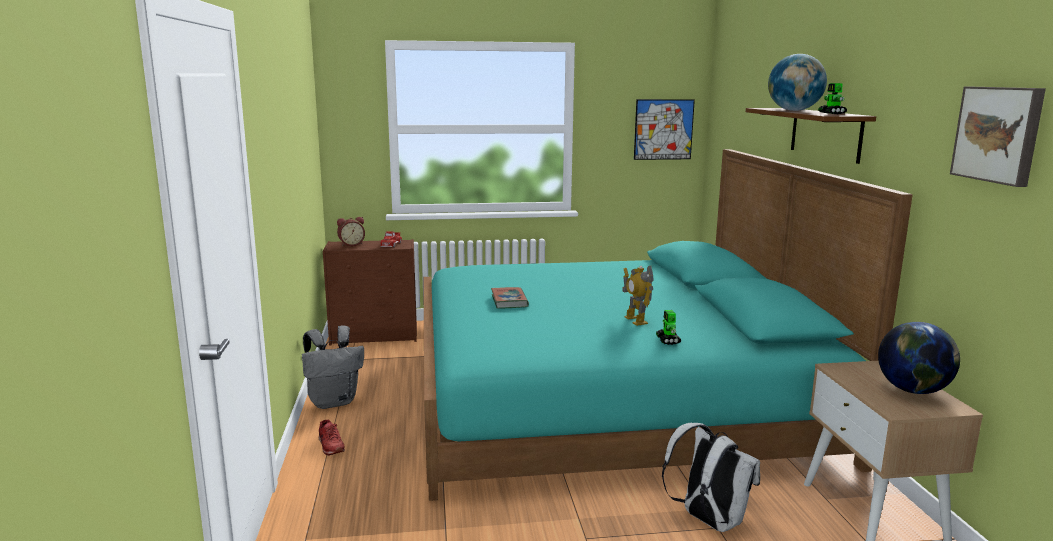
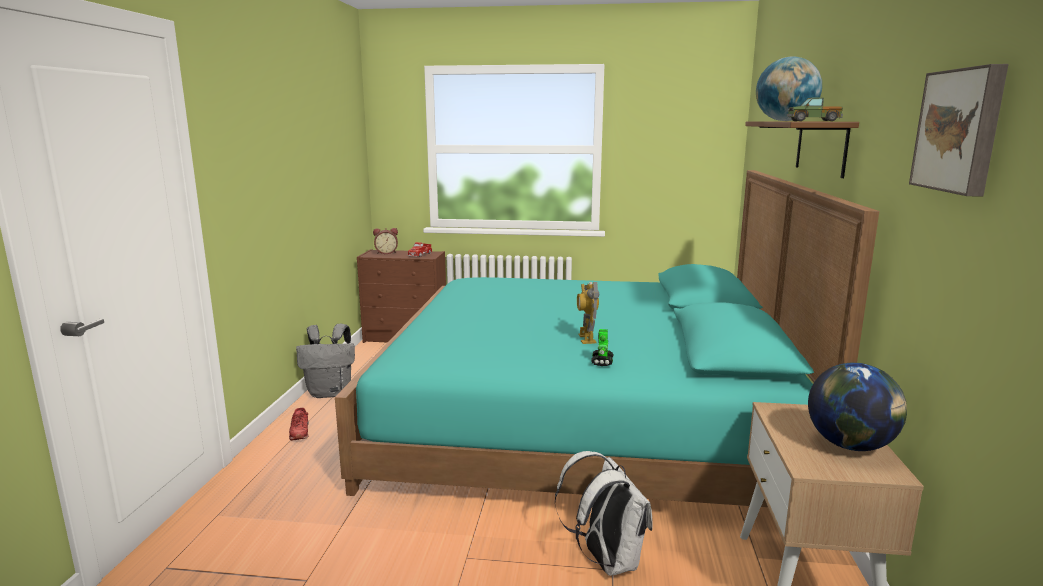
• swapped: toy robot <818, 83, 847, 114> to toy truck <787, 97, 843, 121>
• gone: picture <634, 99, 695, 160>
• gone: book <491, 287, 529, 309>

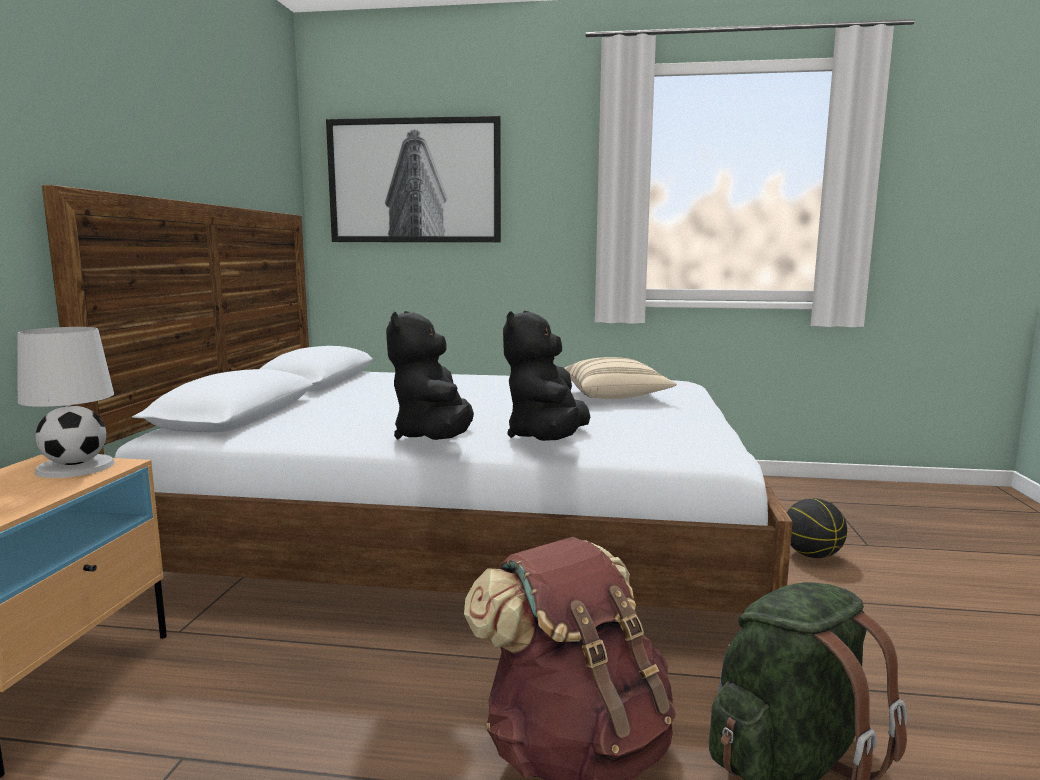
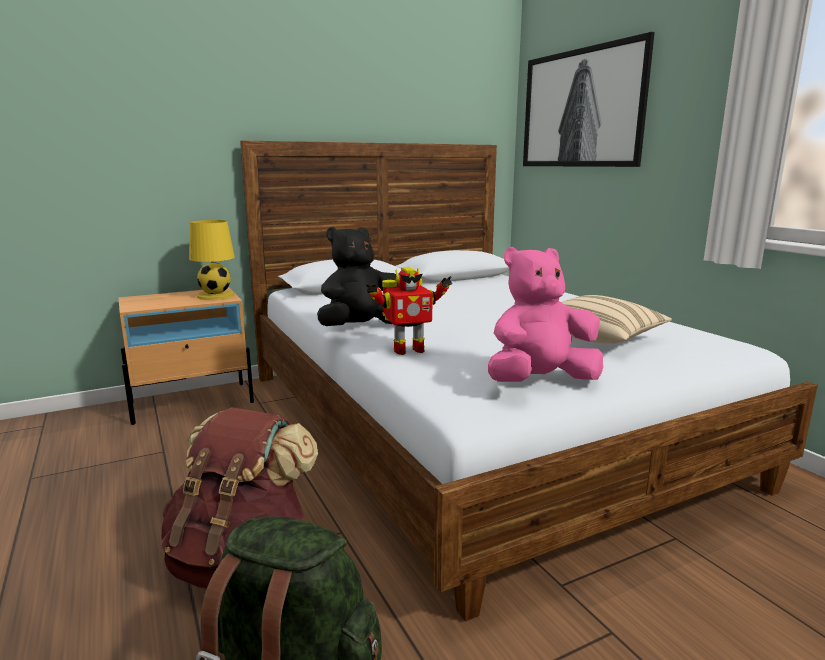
• swapped: plush toy/black <503, 311, 590, 441> to toy robot <366, 267, 452, 355>
• repainted: table lamp/white <17, 327, 115, 478> to table lamp/yellow <189, 220, 235, 300>
• gone: basketball <787, 498, 847, 558>
• new: plush toy/pink <488, 247, 603, 382>

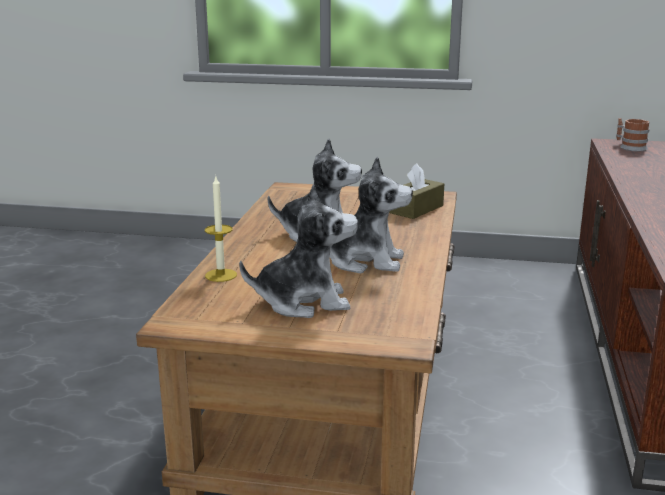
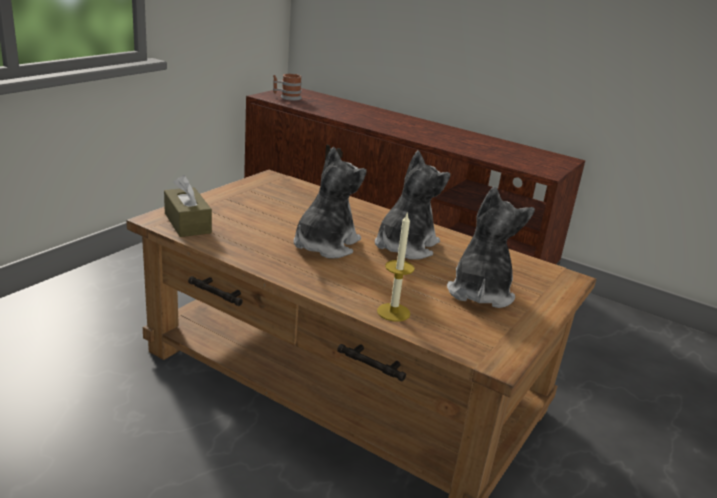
• shifted: tissue box/brown <389, 163, 444, 219> to <164, 175, 212, 237>

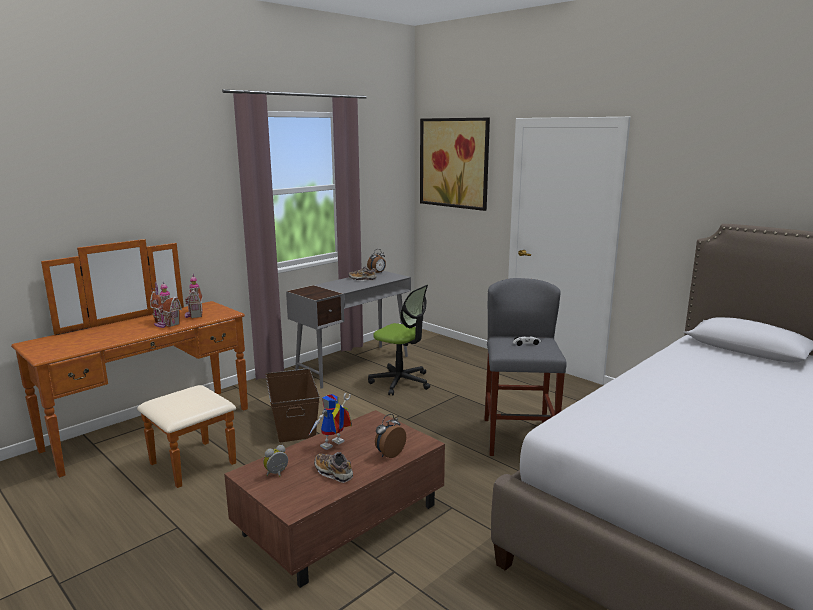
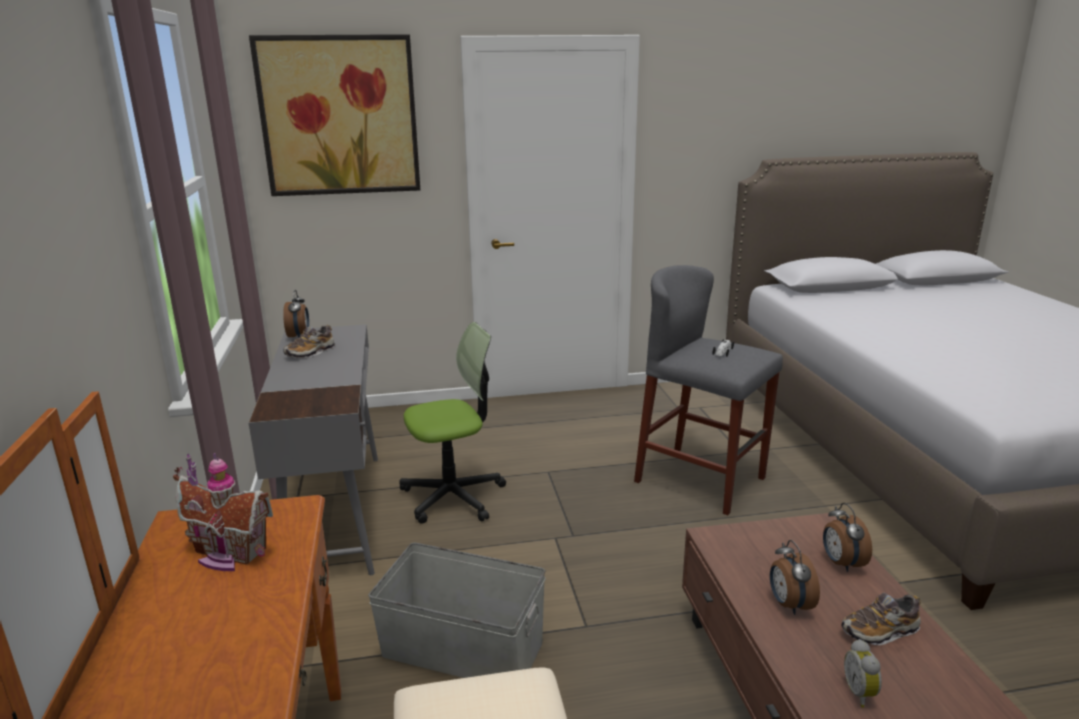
• gone: toy house <150, 282, 182, 328>
• repainted: storage box/brown <265, 368, 320, 442> to storage box/grey <368, 543, 546, 678>
• swapped: toy robot <309, 393, 352, 450> to alarm clock <770, 540, 820, 615>

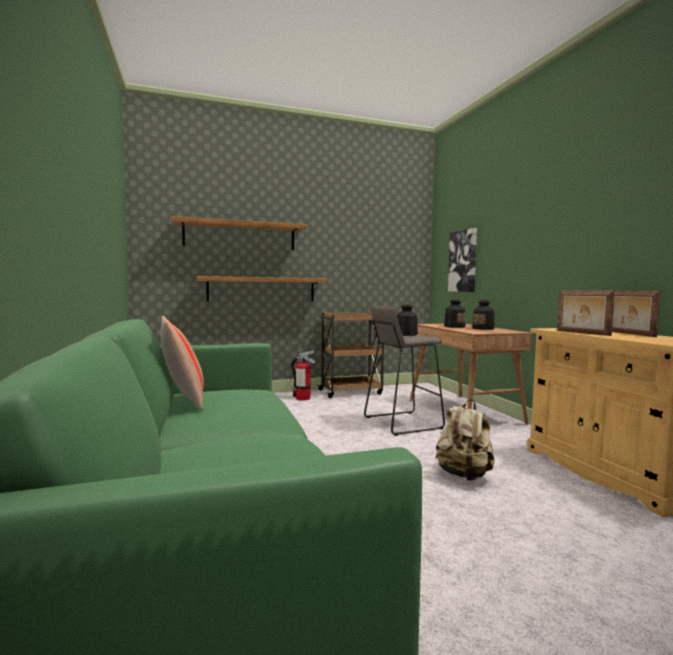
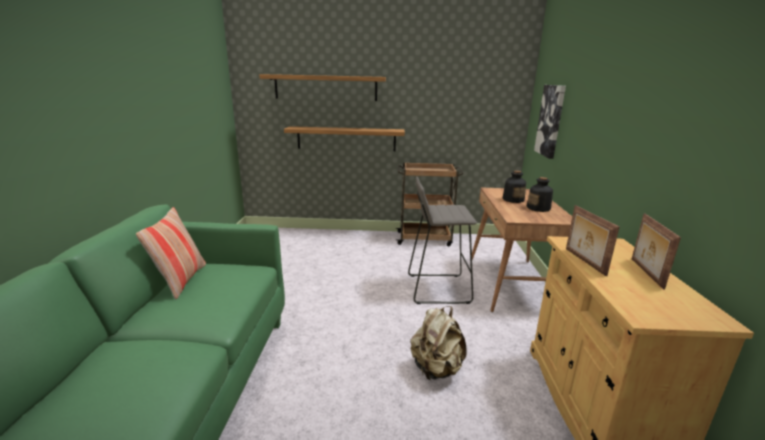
• gone: bottle <397, 304, 418, 336>
• gone: fire extinguisher <291, 350, 315, 401>

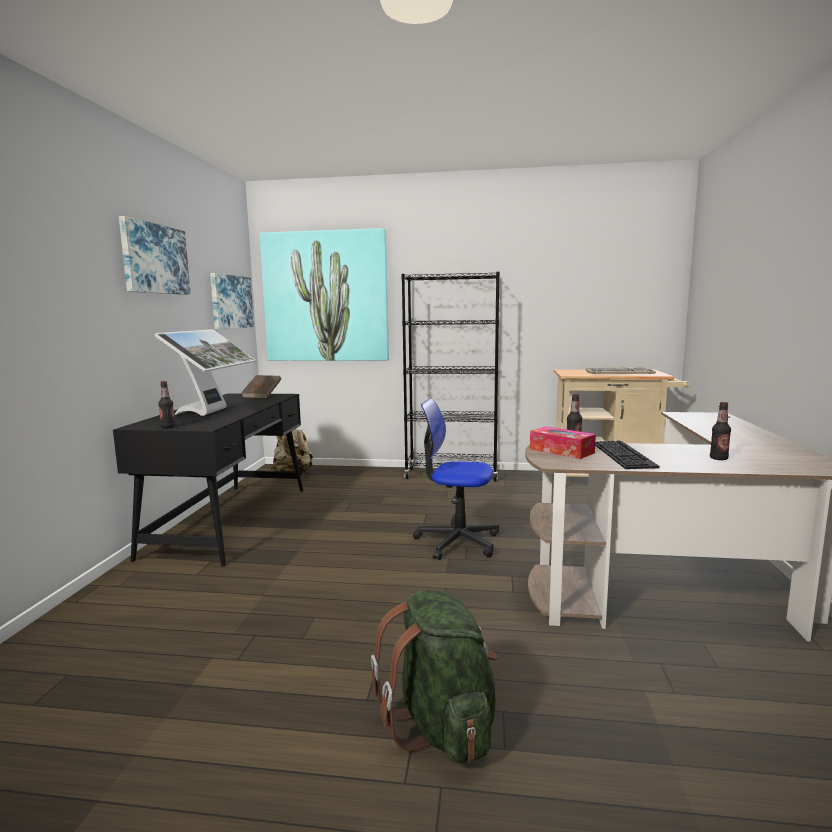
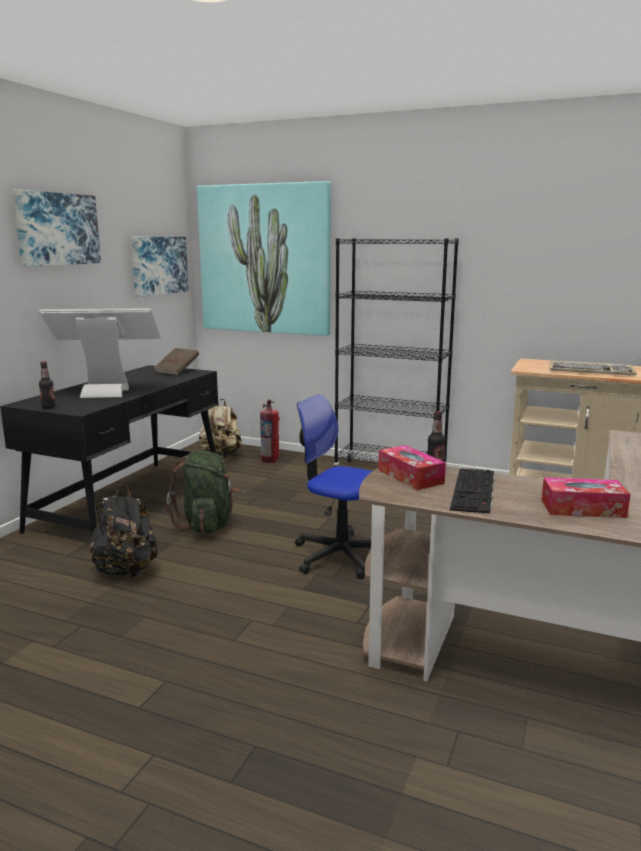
• rotated: monitor <155, 329, 256, 416> = <39, 308, 161, 398> 120 degrees counterclockwise
• swapped: bottle <710, 402, 731, 460> to tissue box <542, 477, 631, 518>
• shifted: backpack/green <371, 590, 497, 763> to <166, 450, 239, 534>
• new: fire extinguisher <260, 400, 280, 463>
• new: backpack/black <89, 485, 158, 578>

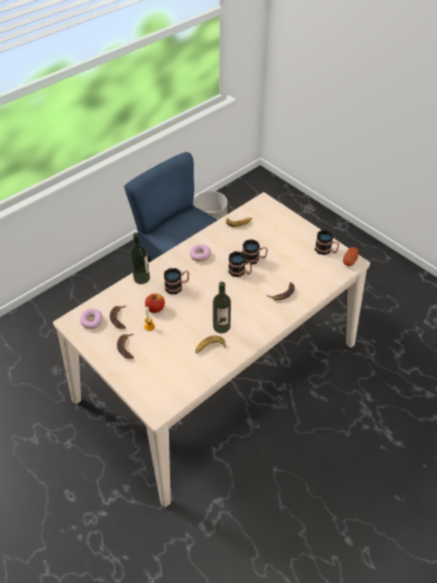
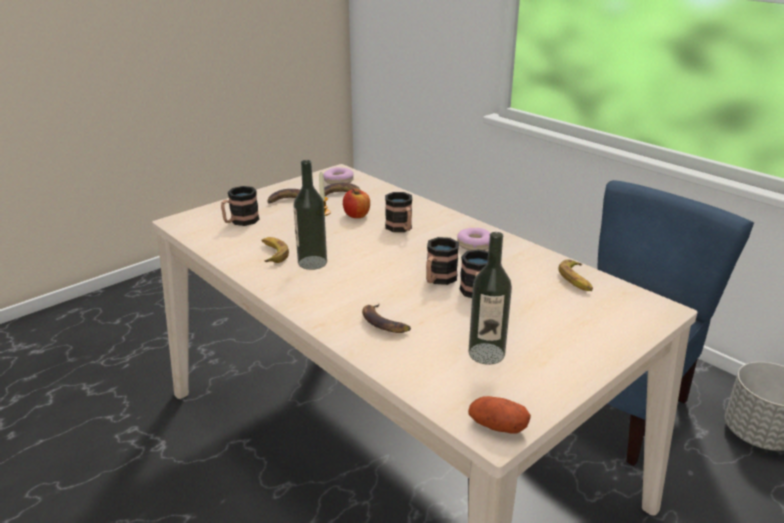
• shifted: mug <315, 230, 339, 255> to <221, 186, 259, 226>
• shifted: bottle <130, 233, 150, 284> to <469, 232, 512, 365>

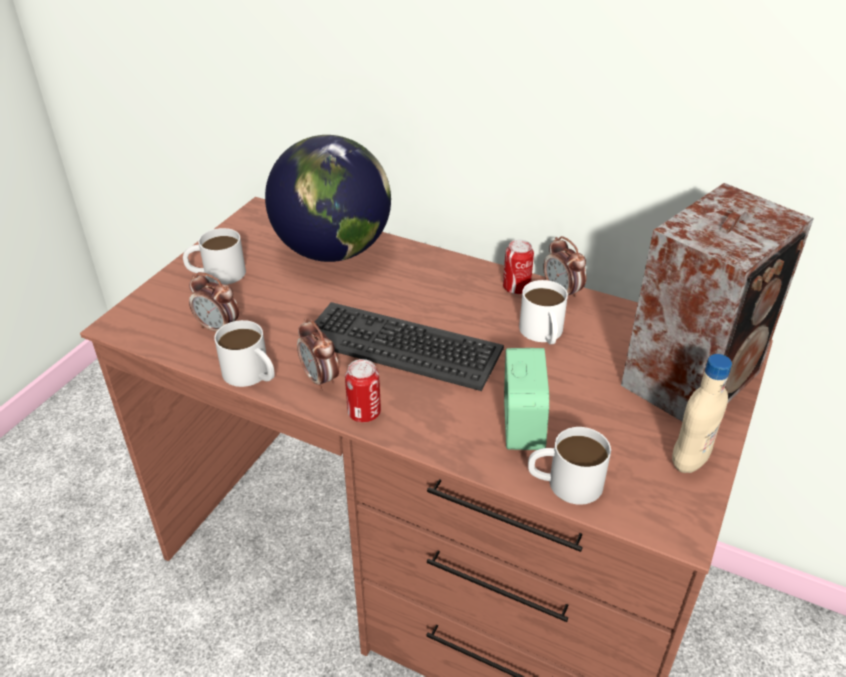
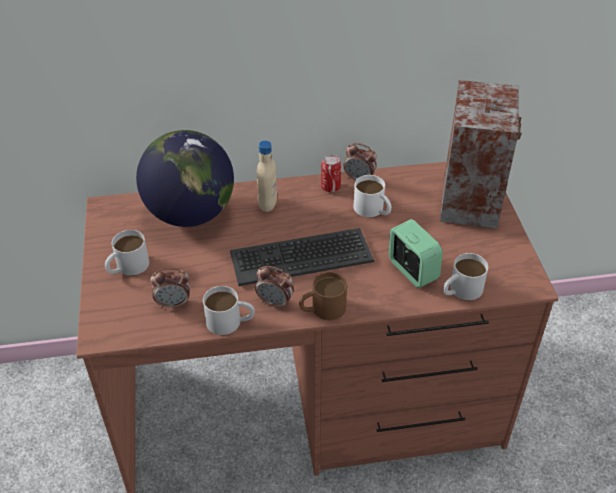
• shifted: bottle/beige <672, 354, 732, 473> to <257, 141, 277, 212>
• swapped: can <345, 359, 381, 422> to mug/brown <299, 272, 347, 320>

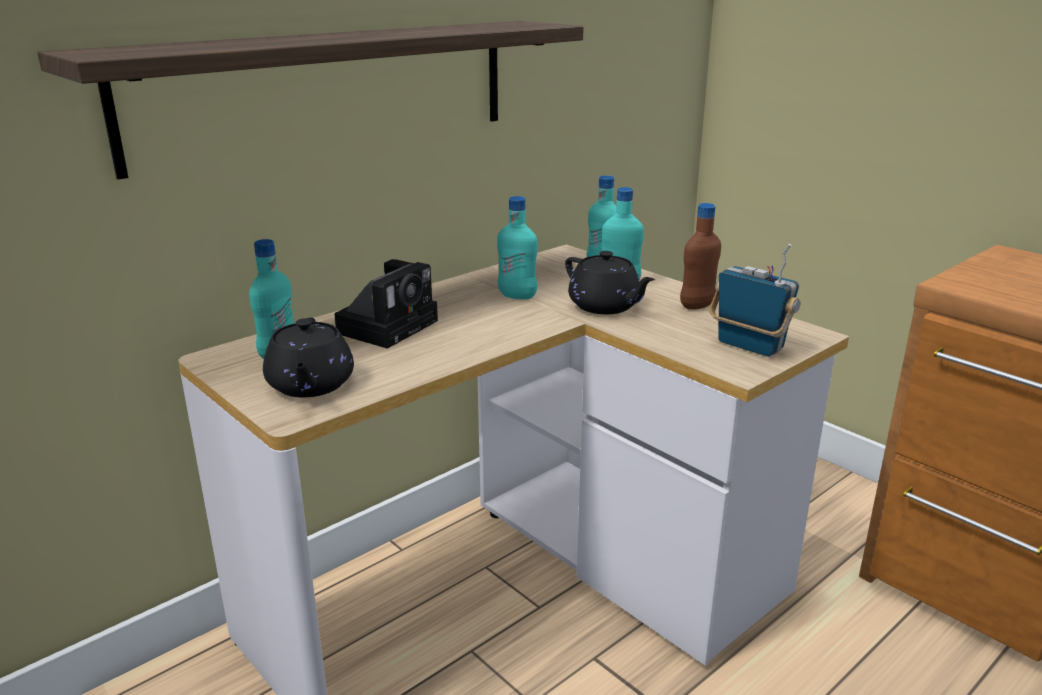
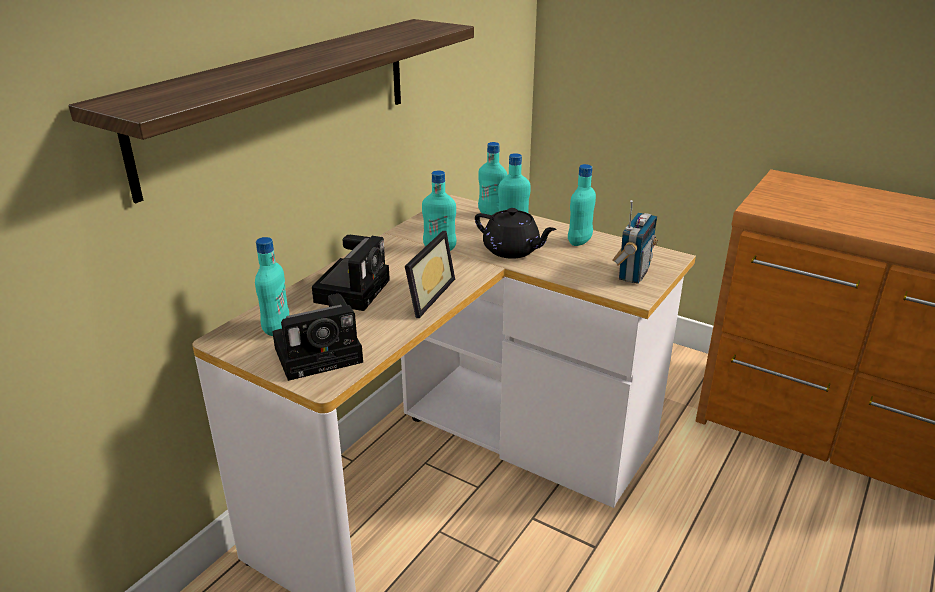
• repainted: bottle/brown <680, 203, 721, 310> to bottle/turquoise <568, 164, 596, 246>
• rotated: radio <709, 243, 800, 357> = <612, 200, 658, 284> 90 degrees clockwise
• swapped: teapot/black <263, 318, 354, 397> to photo camera <272, 294, 363, 381>
• new: picture frame <405, 231, 455, 318>

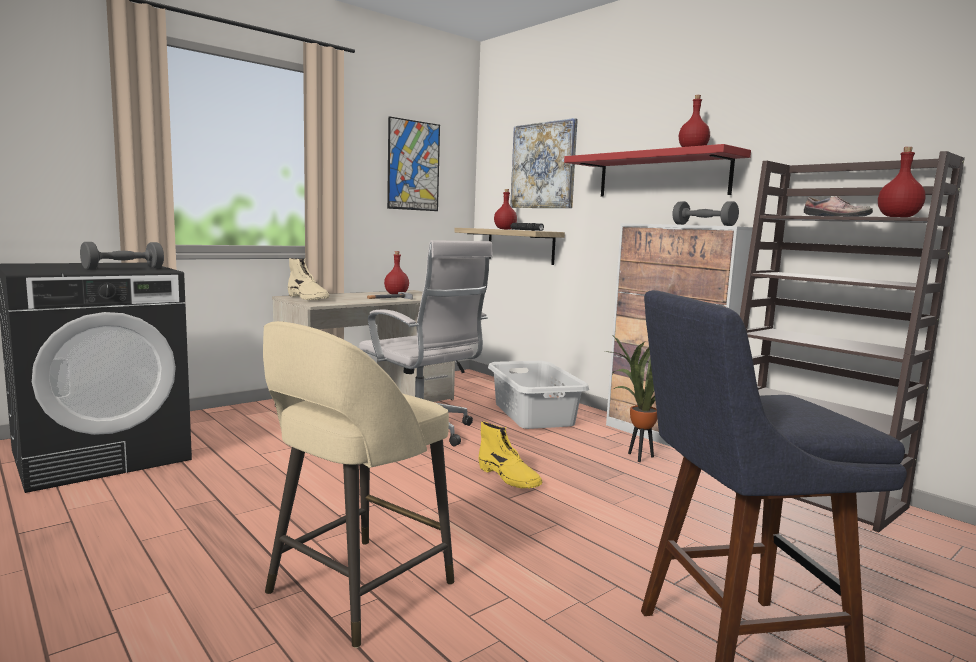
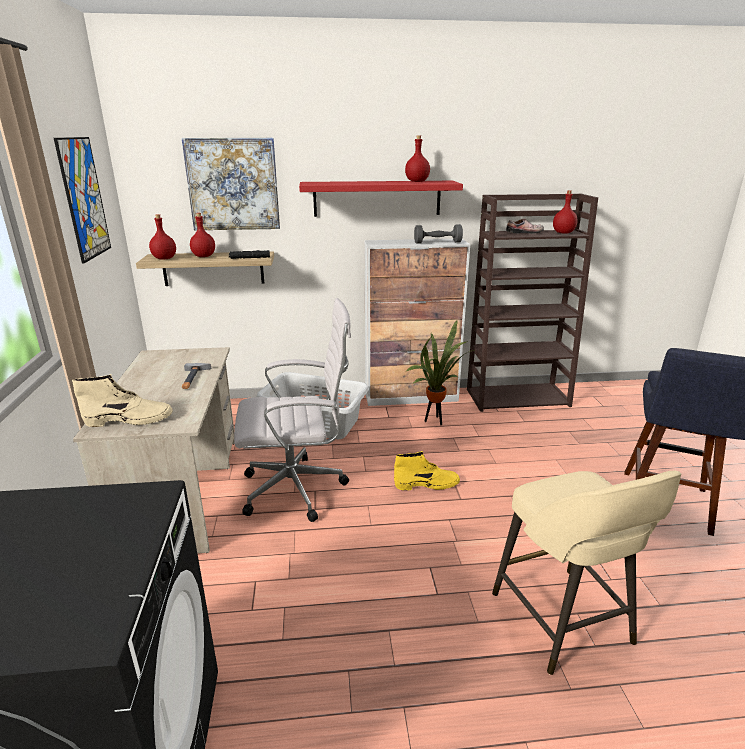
• gone: dumbbell/grey <80, 242, 164, 270>
• shifted: bottle/red <384, 251, 409, 294> to <149, 214, 176, 260>

